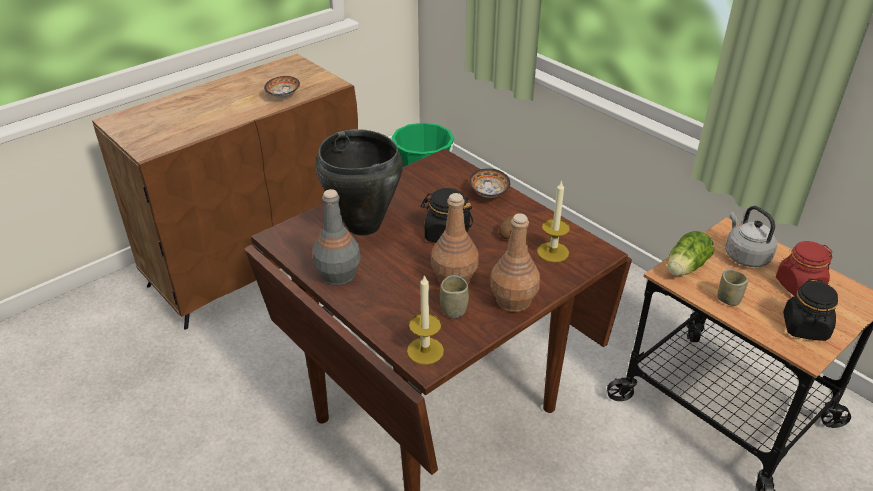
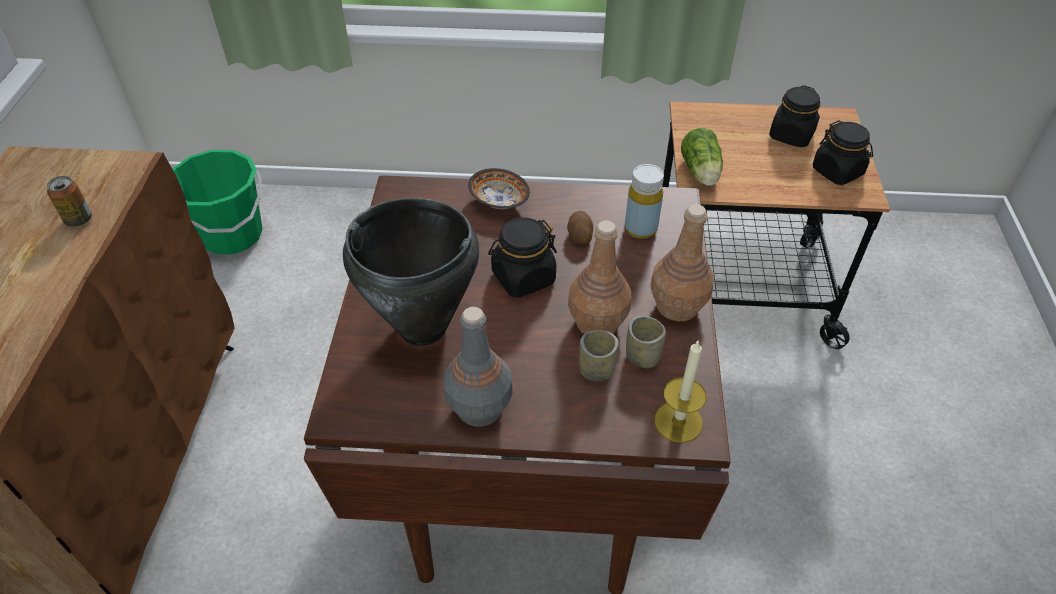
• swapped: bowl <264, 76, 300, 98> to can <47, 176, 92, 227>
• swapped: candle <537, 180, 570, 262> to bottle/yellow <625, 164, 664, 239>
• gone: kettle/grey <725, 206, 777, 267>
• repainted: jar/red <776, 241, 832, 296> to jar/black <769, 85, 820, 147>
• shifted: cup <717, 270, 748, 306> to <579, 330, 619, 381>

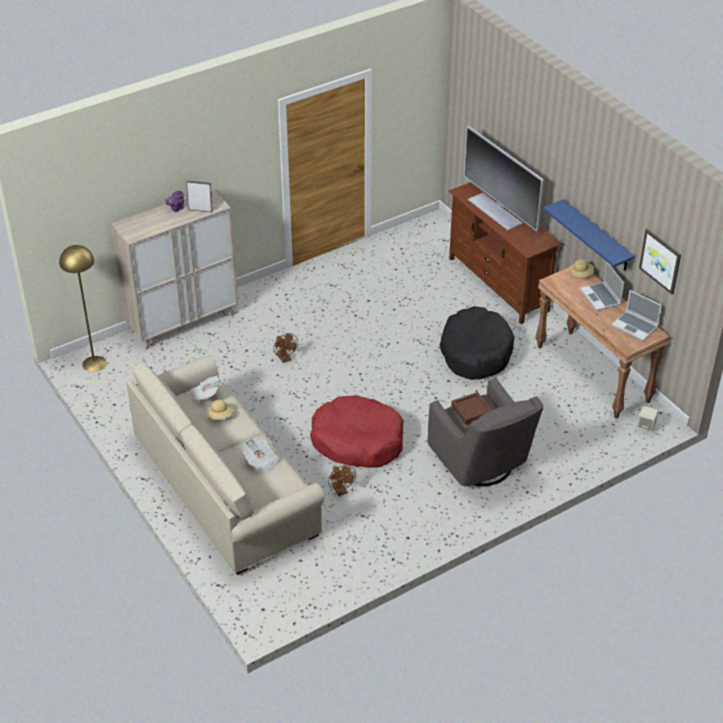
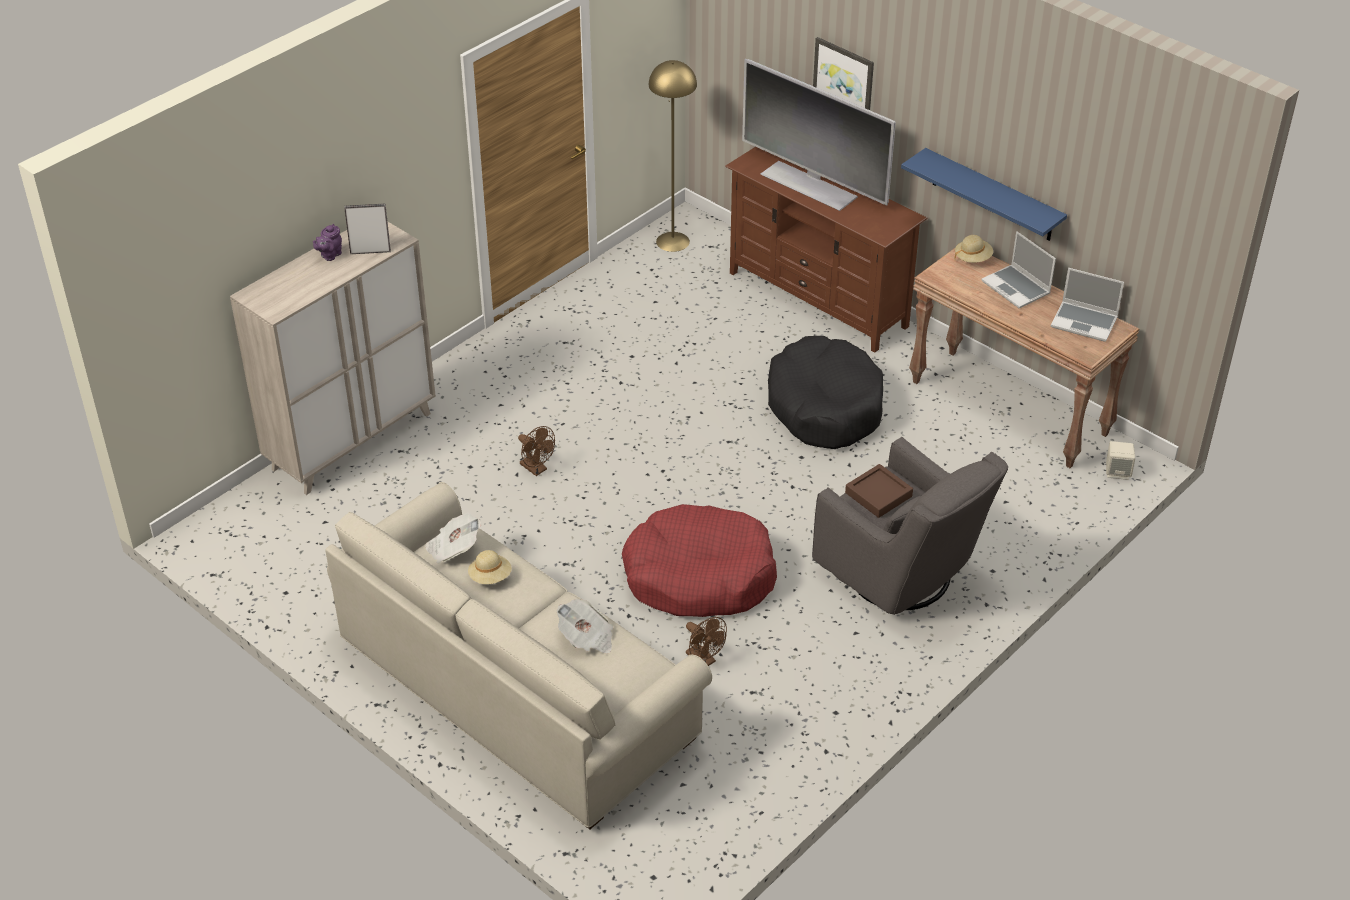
• shifted: picture <639, 229, 681, 295> to <813, 37, 874, 110>
• shifted: floor lamp/yellow <59, 245, 107, 372> to <649, 60, 697, 252>

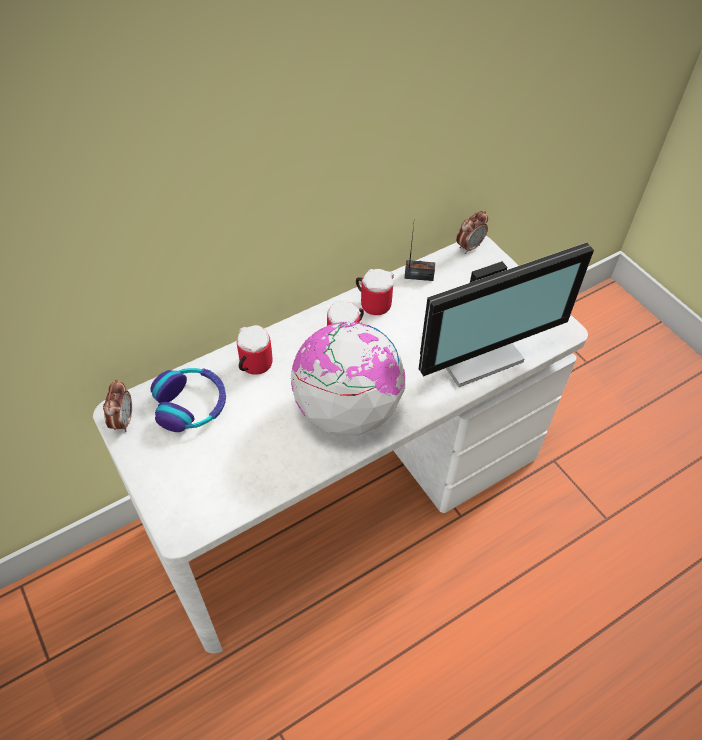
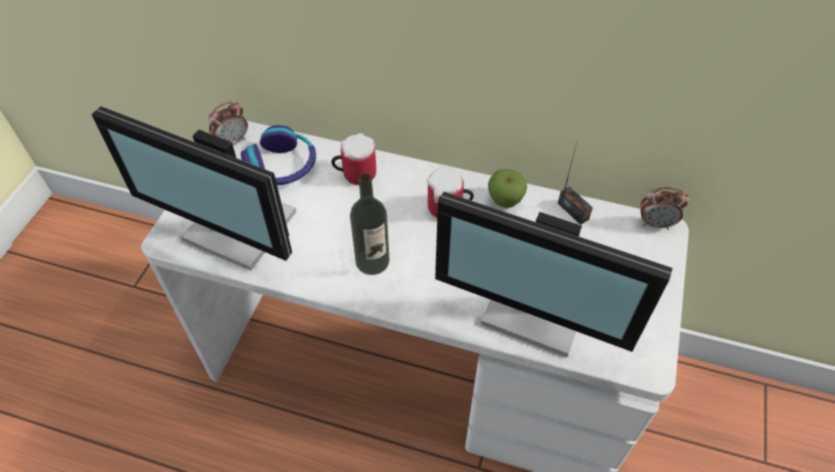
• swapped: mug <356, 269, 394, 315> to apple <488, 169, 527, 208>
• swapped: globe <290, 322, 405, 436> to bottle <350, 173, 390, 275>
• new: monitor <91, 106, 296, 270>

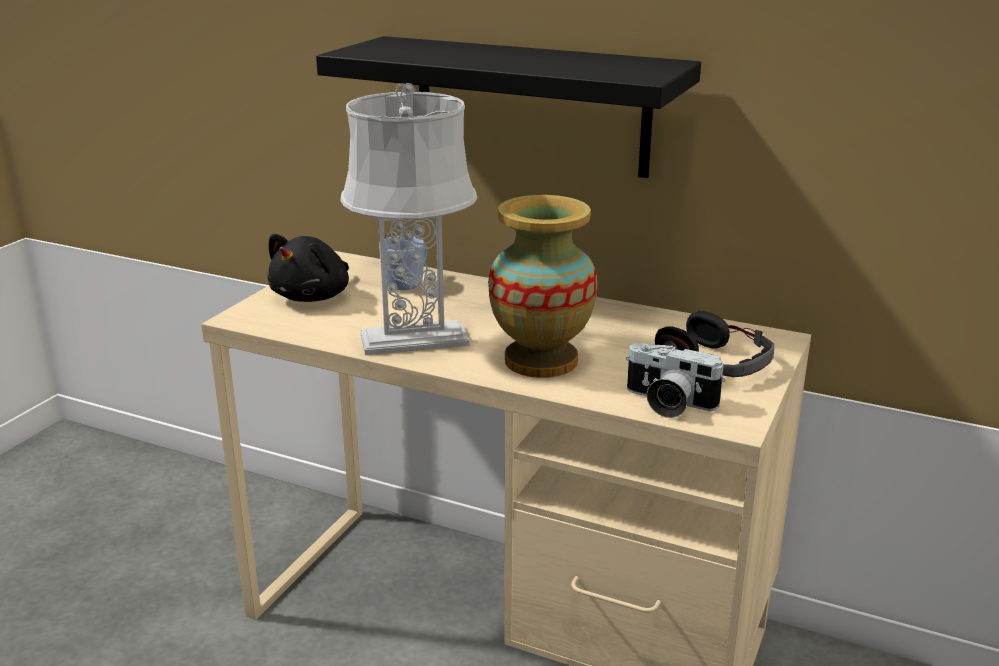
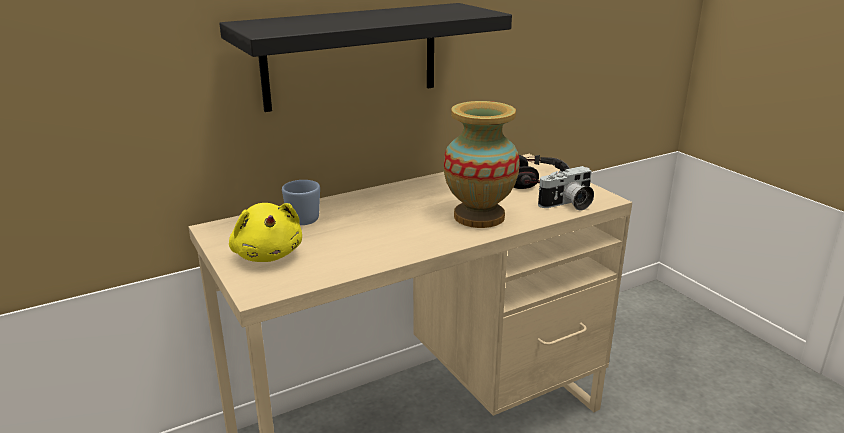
• gone: table lamp/grey <340, 83, 477, 355>
• repainted: plush toy/black <267, 234, 349, 302> to plush toy/yellow <229, 203, 302, 262>

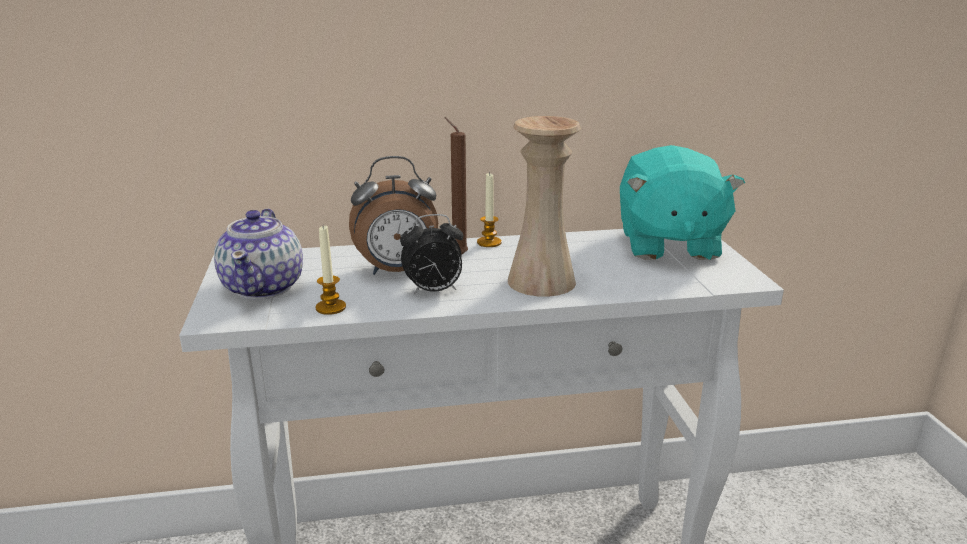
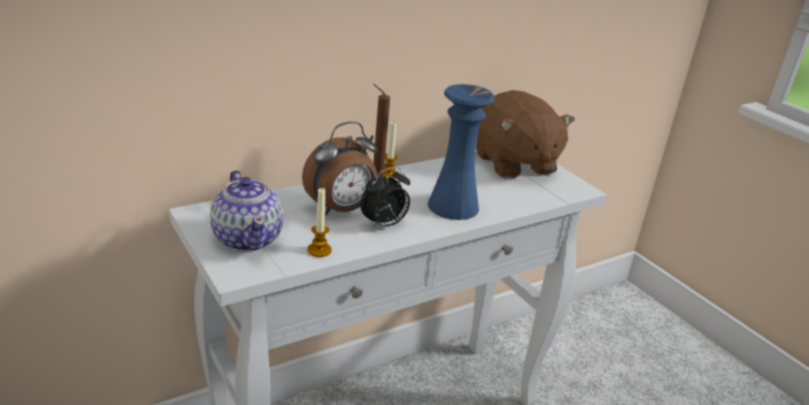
• repainted: vase/beige <508, 116, 581, 297> to vase/blue <428, 84, 495, 220>
• repainted: plush toy/turquoise <620, 145, 745, 260> to plush toy/brown <476, 90, 575, 179>

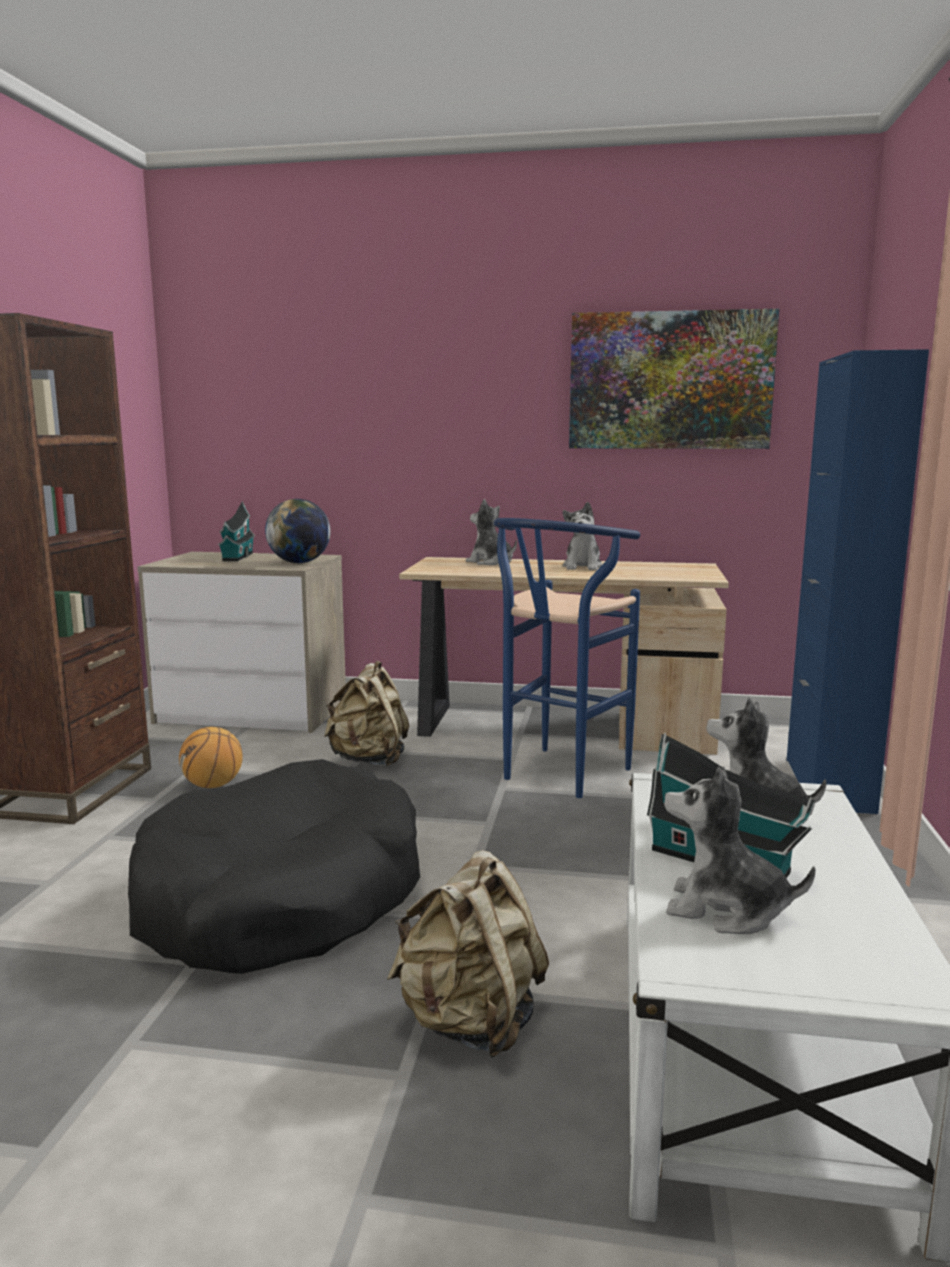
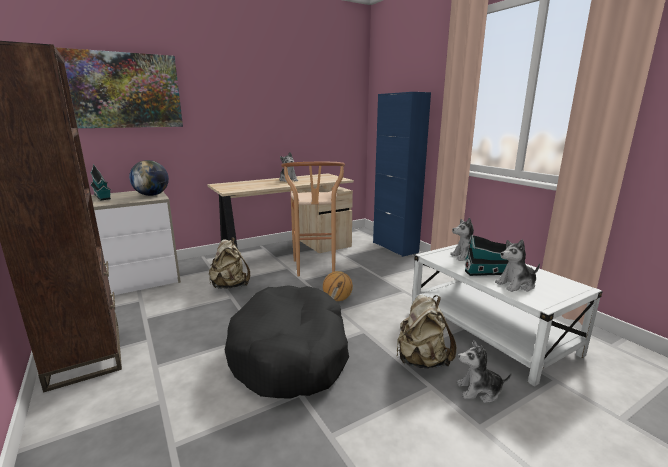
• shifted: picture <569, 309, 779, 449> to <56, 47, 183, 128>
• shifted: plush toy <466, 499, 517, 565> to <457, 340, 511, 403>
• repainted: stool/blue <494, 518, 640, 798> to stool/brown <281, 162, 345, 277>
• shifted: basketball <179, 727, 243, 788> to <323, 271, 353, 301>

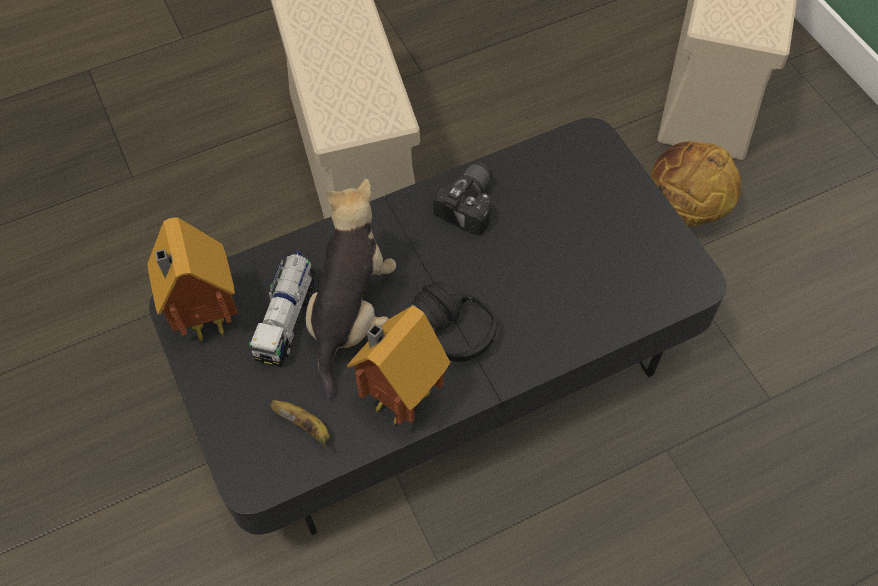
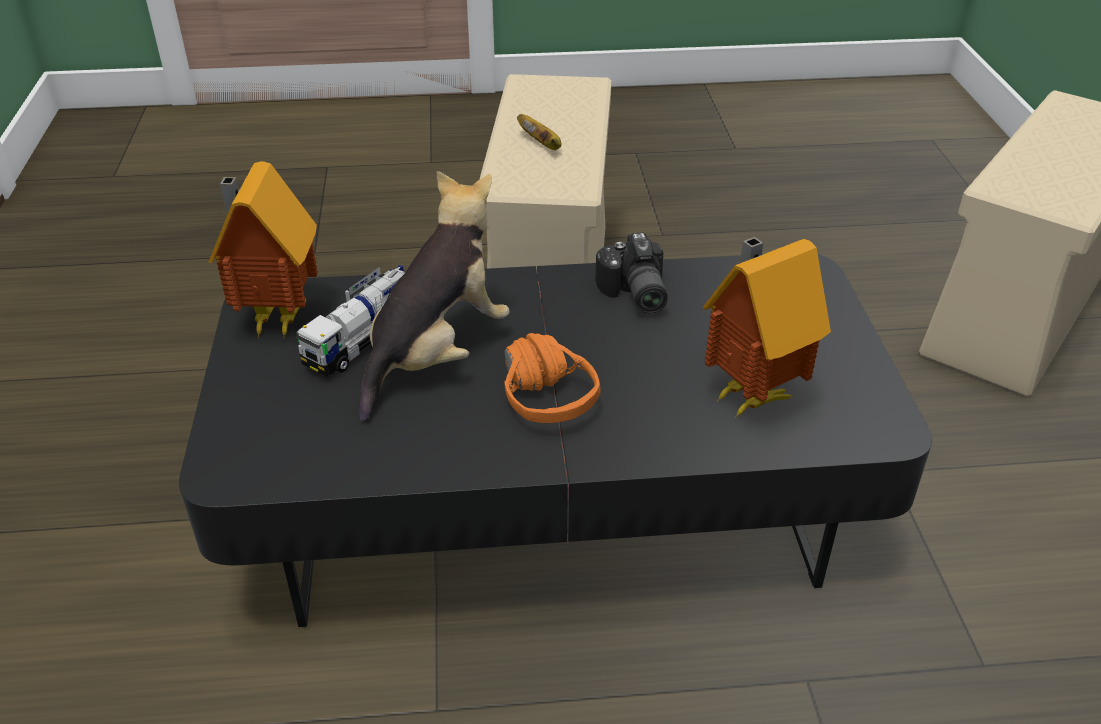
• gone: basketball <650, 141, 741, 227>
• rotated: photo camera <433, 161, 492, 236> = <595, 232, 668, 313> 120 degrees clockwise
• repainted: headphones/black <411, 282, 497, 362> to headphones/orange <504, 333, 601, 423>
• shifted: toy house <347, 306, 450, 426> to <703, 237, 831, 418>
• shifted: banana <270, 400, 330, 448> to <517, 114, 561, 150>

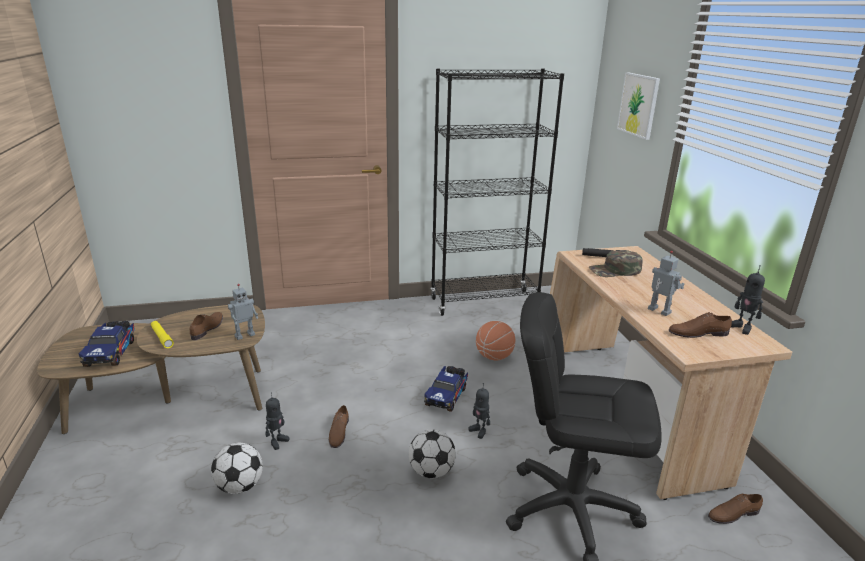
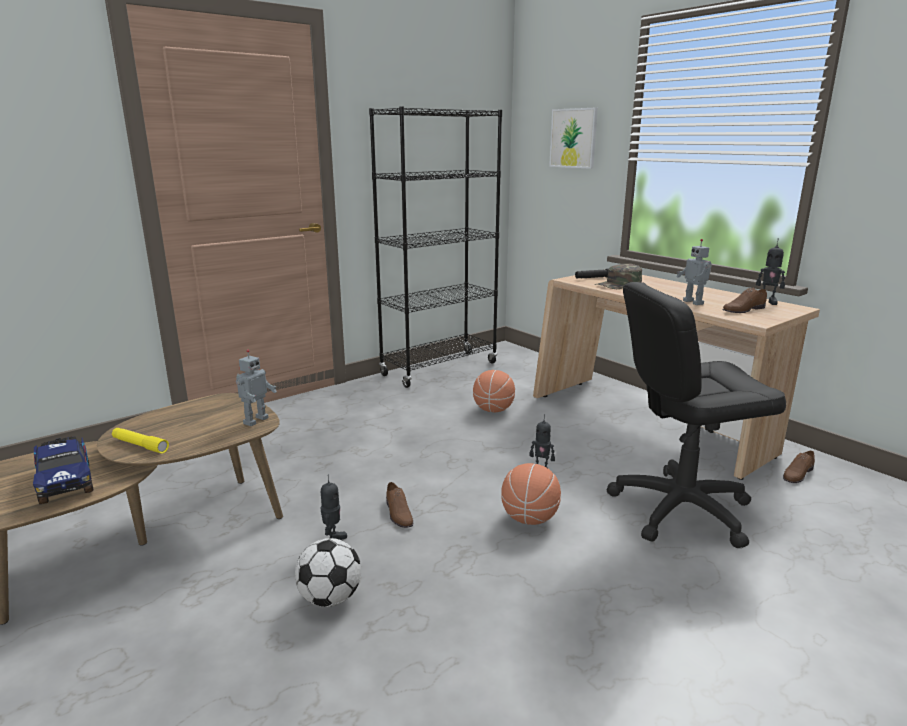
• rotated: toy robot <648, 251, 685, 316> = <676, 239, 712, 305> 135 degrees counterclockwise
• gone: shoe/brown <190, 312, 223, 340>
• gone: toy truck <424, 366, 468, 412>
• swapped: football <409, 429, 456, 478> to basketball <501, 463, 561, 525>

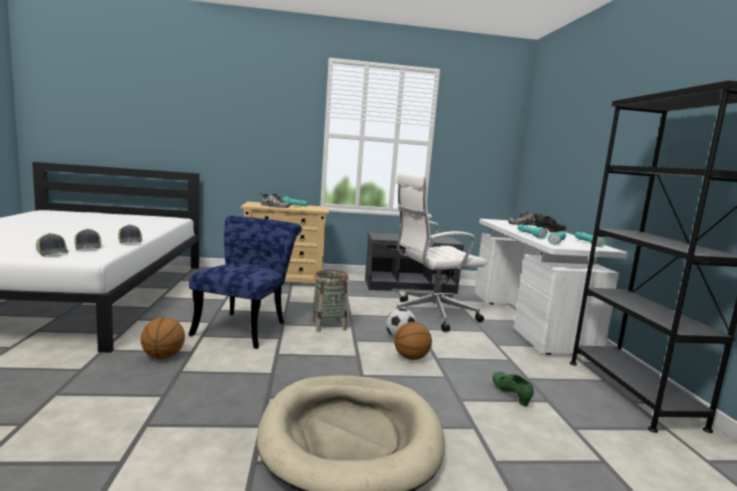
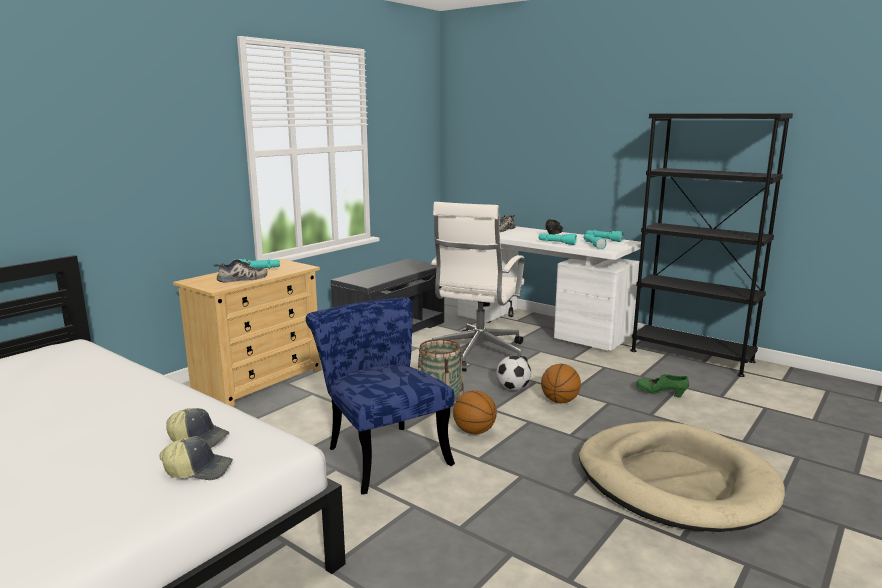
• gone: cap <118, 224, 142, 243>
• shifted: basketball <141, 317, 185, 359> to <453, 390, 497, 434>

